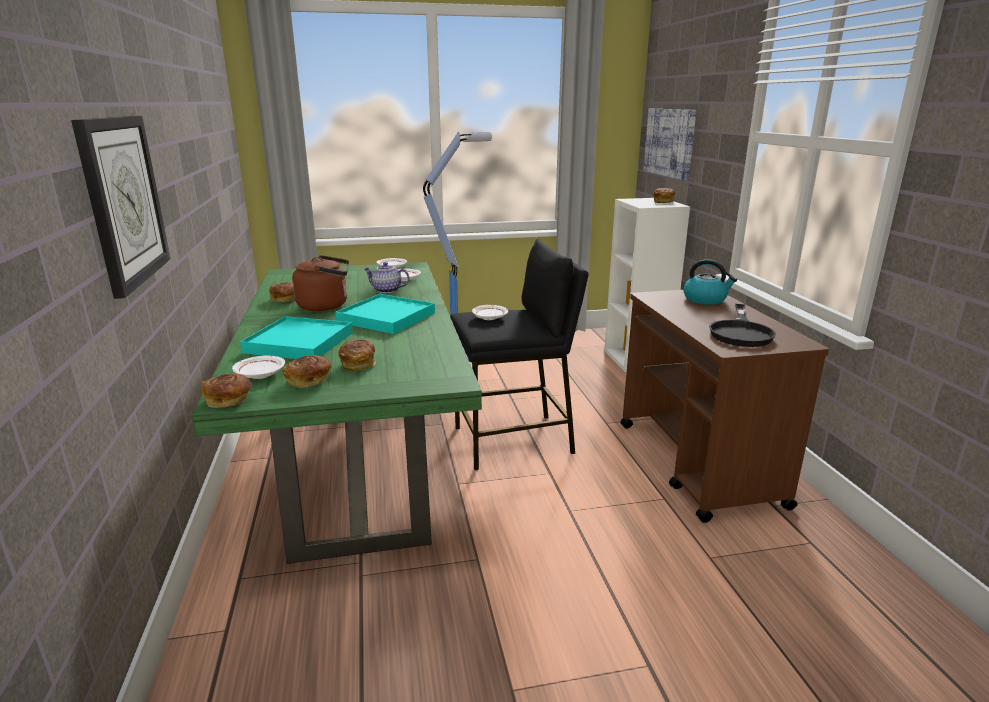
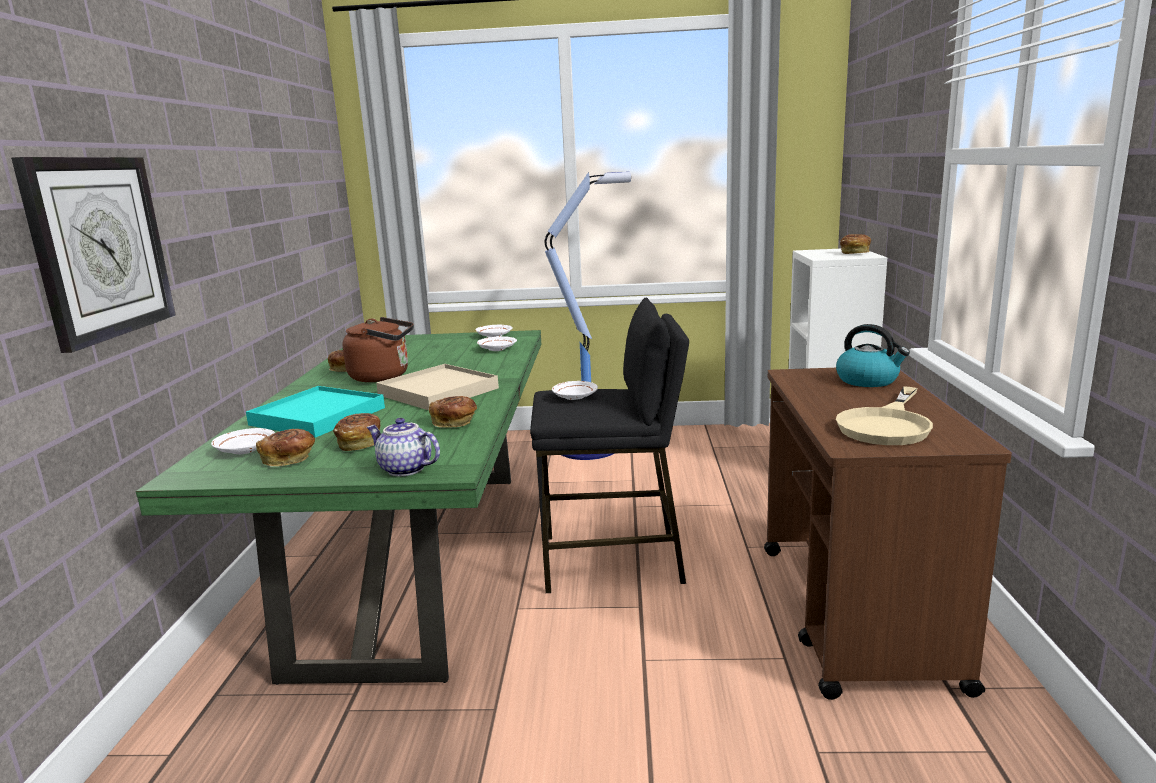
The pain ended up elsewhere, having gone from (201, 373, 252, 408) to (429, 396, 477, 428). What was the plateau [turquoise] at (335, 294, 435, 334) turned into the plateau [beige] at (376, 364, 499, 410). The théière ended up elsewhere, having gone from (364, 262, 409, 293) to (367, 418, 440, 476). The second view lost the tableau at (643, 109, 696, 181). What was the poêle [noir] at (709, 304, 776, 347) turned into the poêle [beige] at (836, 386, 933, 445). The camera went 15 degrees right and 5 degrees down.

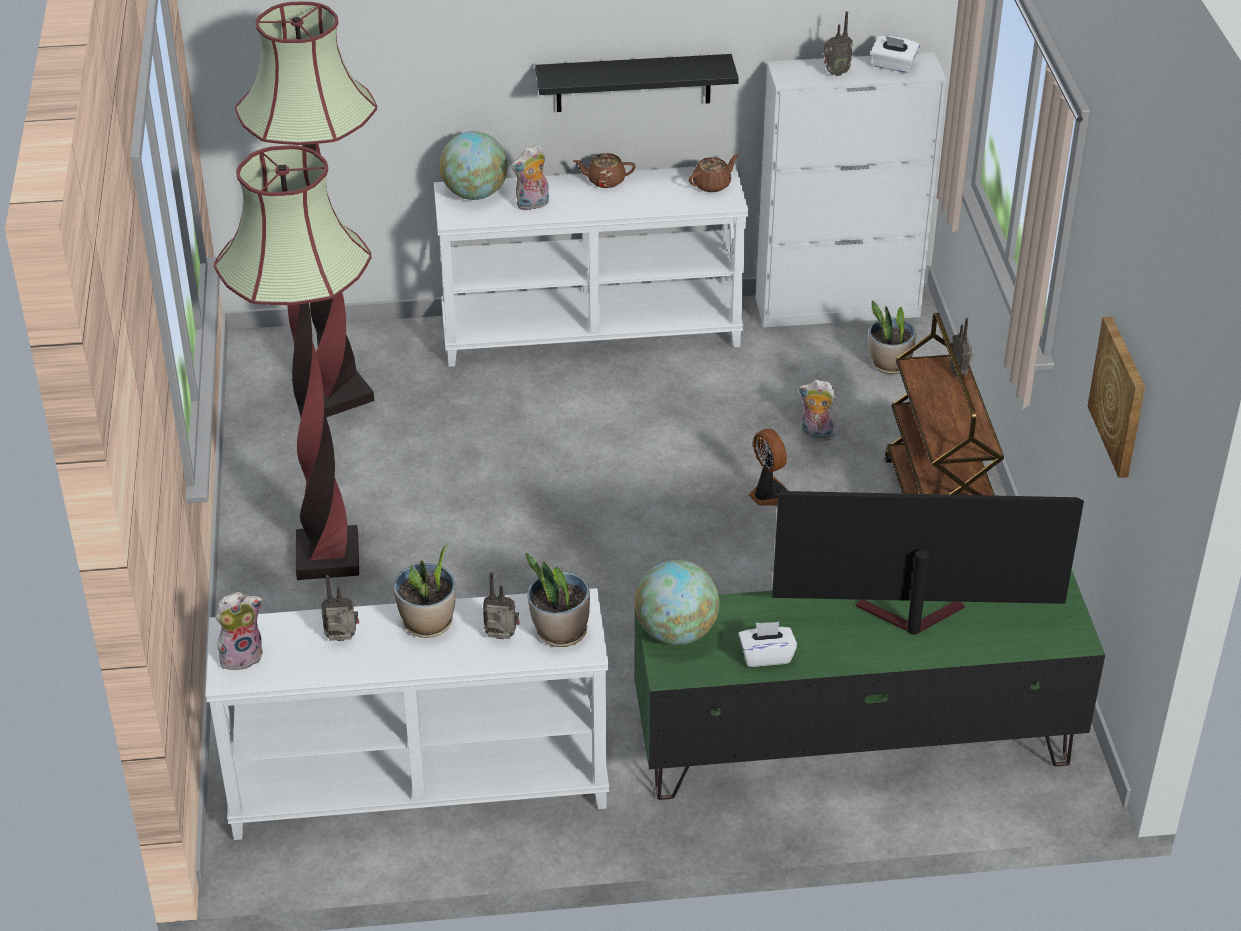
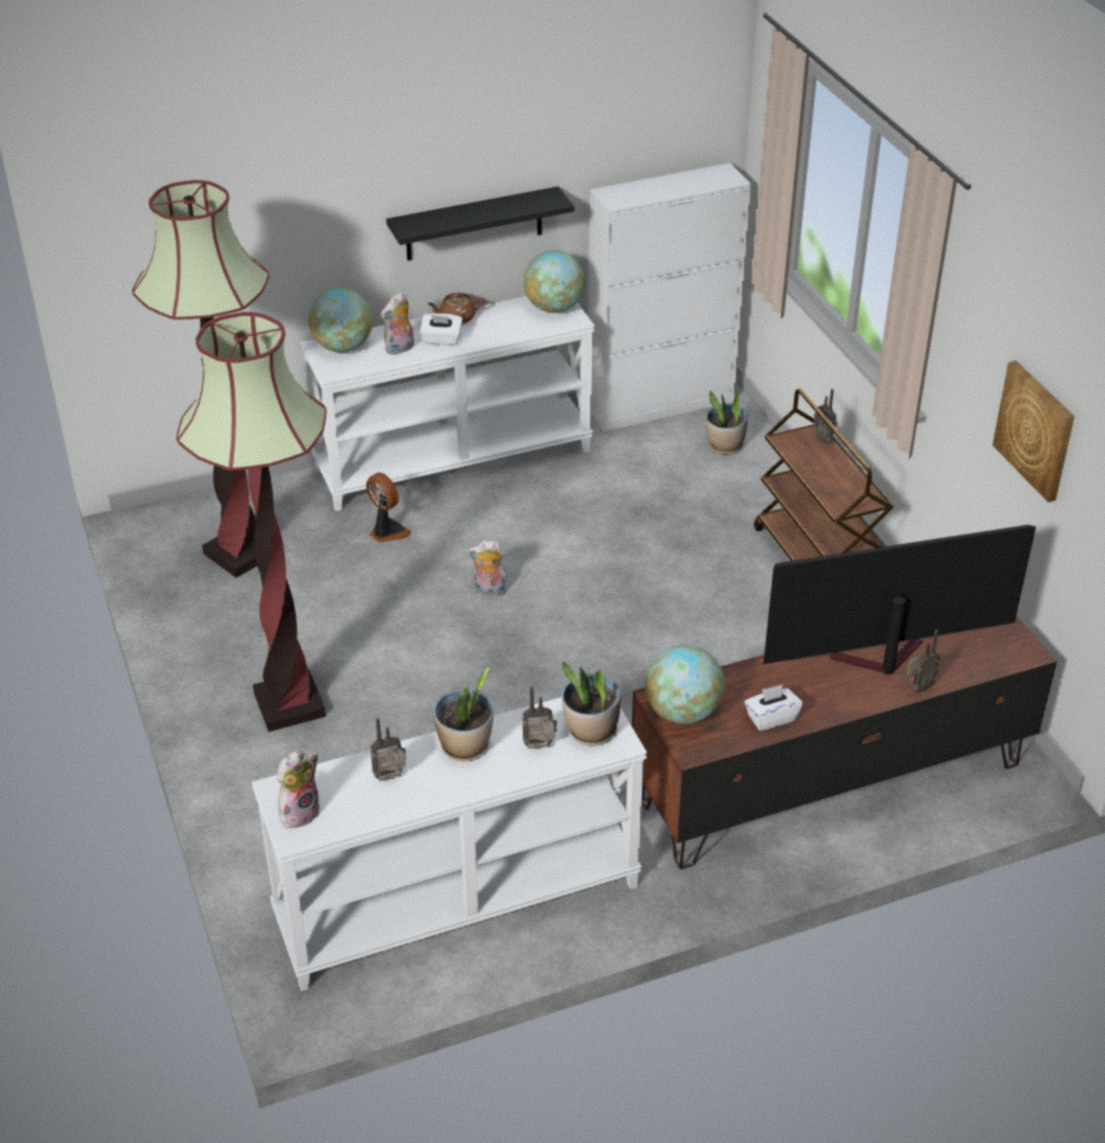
What was the meuble télé [vert] at (634, 570, 1105, 800) turned into the meuble télé [marron] at (632, 616, 1057, 869). Where the théière [marron] stood at (688, 154, 739, 192), the globe came to stand at (523, 250, 585, 313). The ventilateur ended up elsewhere, having gone from (749, 428, 788, 506) to (366, 473, 411, 542). The peluche ended up elsewhere, having gone from (798, 380, 836, 441) to (467, 541, 507, 596). The radio ended up elsewhere, having gone from (823, 11, 853, 76) to (907, 629, 940, 693). The boîte à mouchoirs [blanc] ended up elsewhere, having gone from (871, 35, 920, 73) to (420, 313, 463, 345). The camera went 15 degrees left and 0 degrees up.

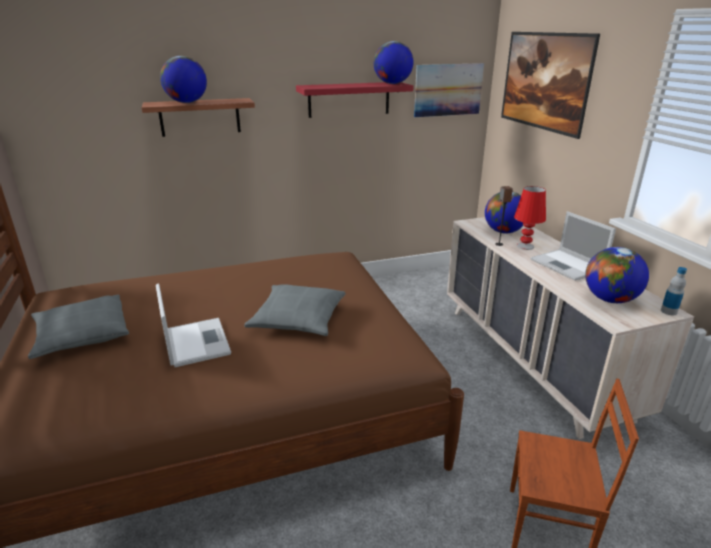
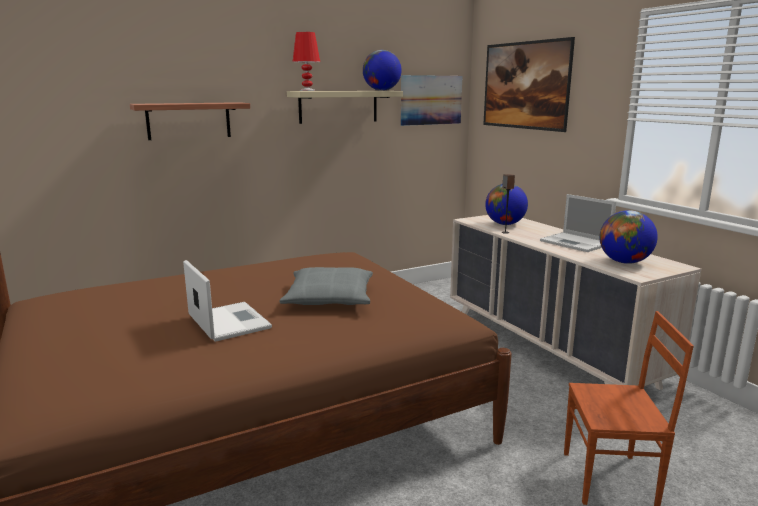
The second view lost the coussin [gris] at (28, 295, 129, 359). The second view lost the globe at (160, 56, 207, 103). What was the étagère [rouge] at (296, 82, 414, 118) turned into the étagère [beige] at (287, 91, 403, 124). The lampe de table [rouge] ended up elsewhere, having gone from (514, 186, 546, 250) to (293, 32, 320, 91). The second view lost the bouteille at (661, 267, 687, 315). The camera went 10 degrees left and 10 degrees down.

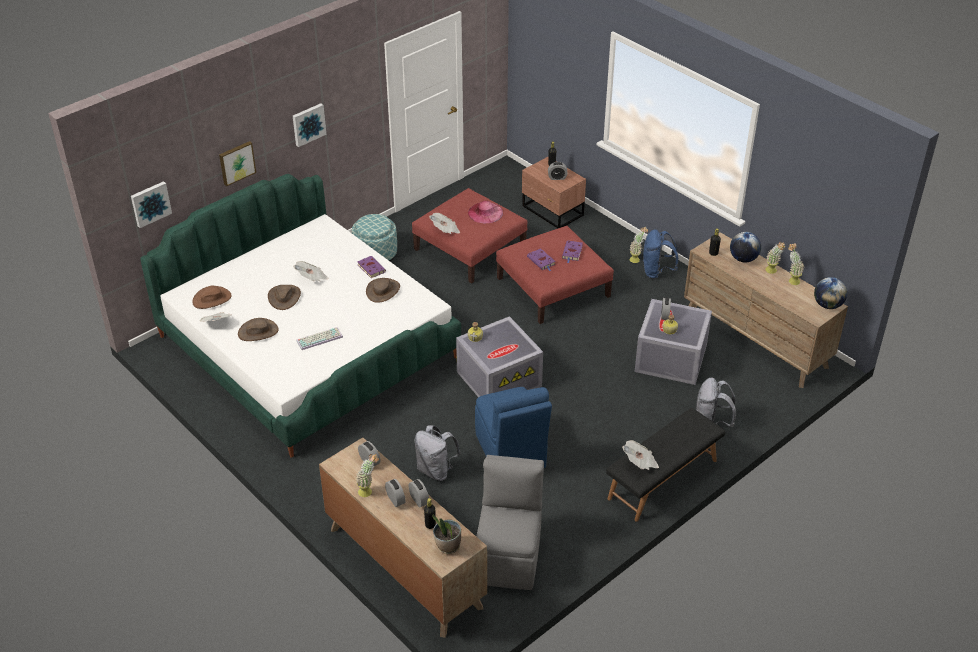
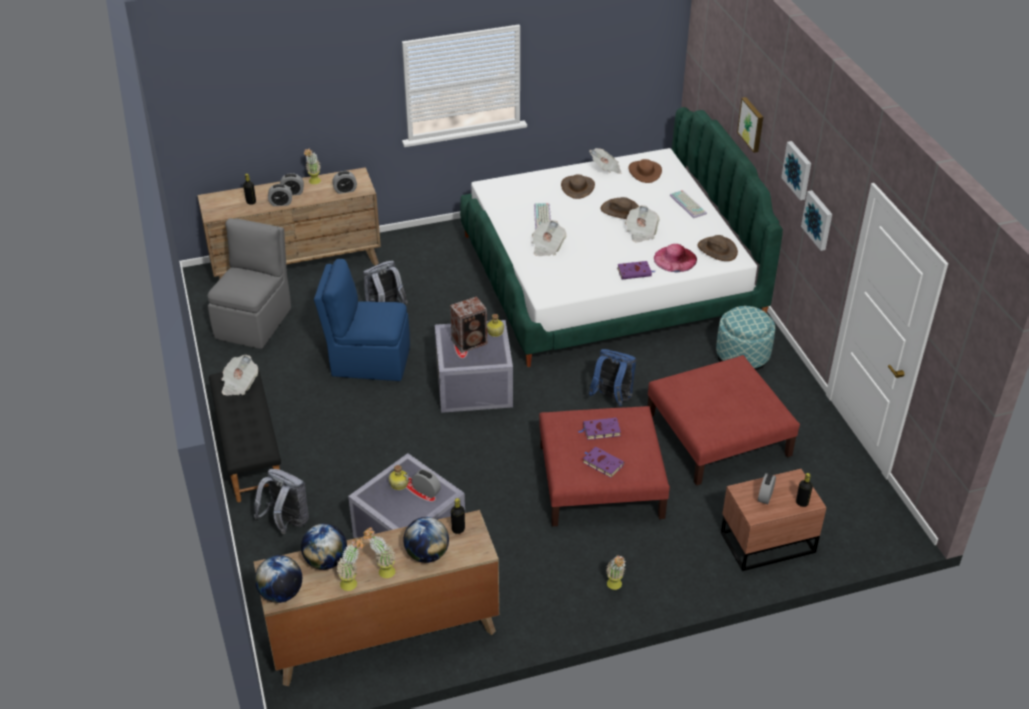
The tableau ended up elsewhere, having gone from (131, 181, 172, 228) to (801, 190, 832, 251). The chapeau [marron] ended up elsewhere, having gone from (366, 278, 400, 303) to (697, 235, 738, 261). The journal ended up elsewhere, having gone from (429, 213, 460, 234) to (532, 220, 566, 256). The second view lost the plante en pot at (432, 514, 461, 554). The chapeau [rose] ended up elsewhere, having gone from (468, 201, 503, 224) to (654, 244, 697, 272). The chaise [gris] at (476, 455, 544, 590) ended up facing another way, 105 degrees counterclockwise from before. The sac à dos [bleu] ended up elsewhere, having gone from (643, 229, 678, 279) to (589, 349, 636, 406). The second view gained the globe at (301, 523, 347, 570). The second view gained the enceinte at (450, 296, 487, 353). The second view gained the clavier at (670, 190, 707, 218). The camera went 115 degrees right and 0 degrees up.

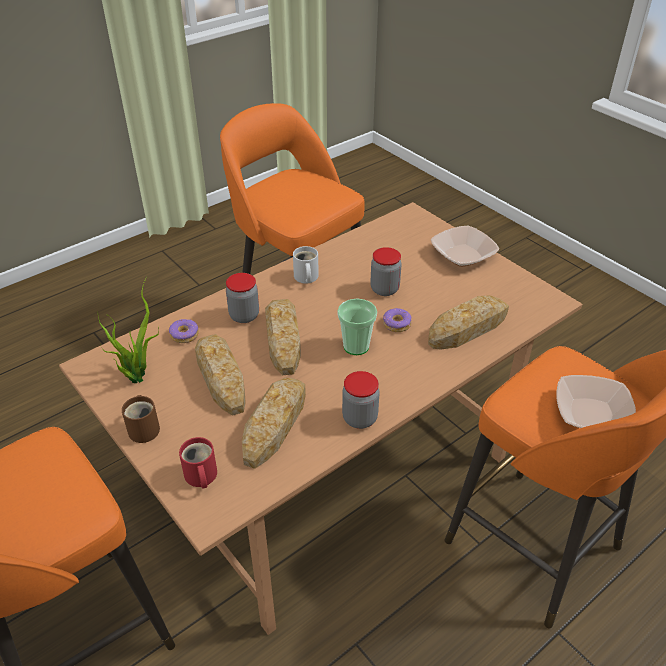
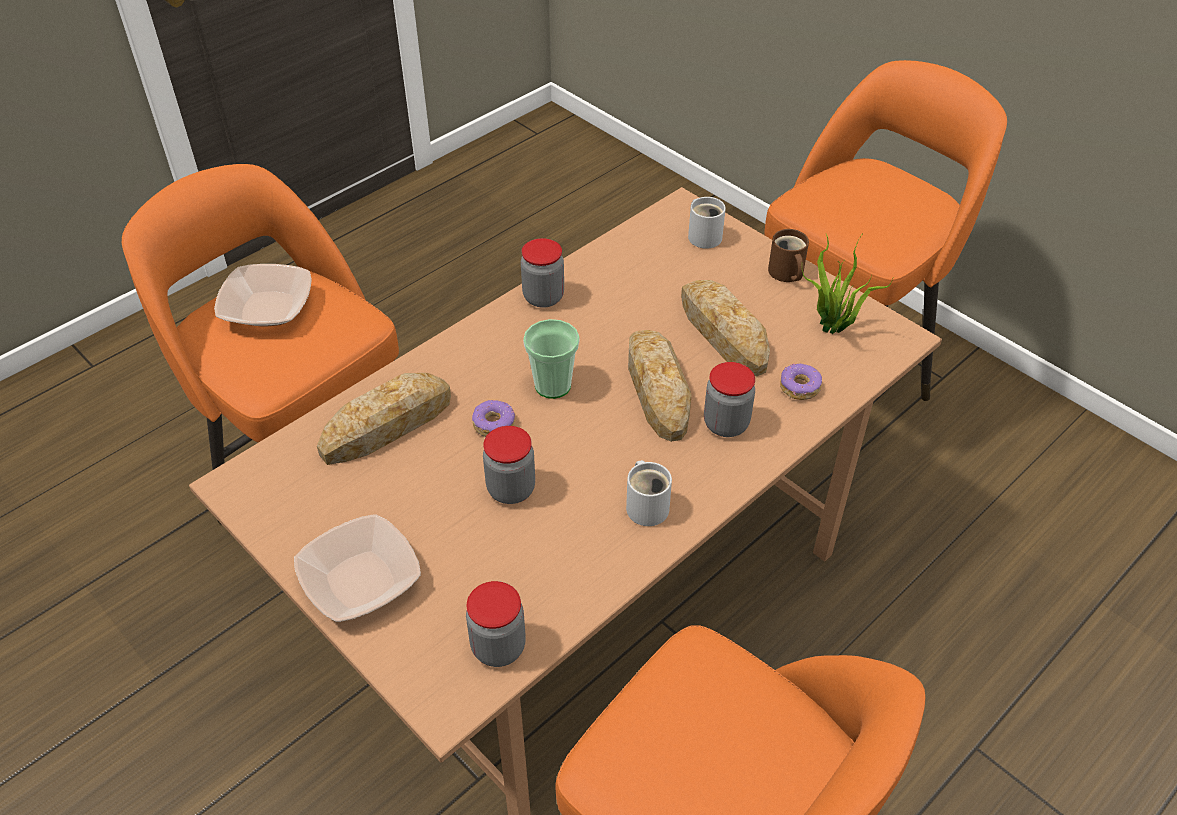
What was the mug [rouge] at (179, 437, 217, 488) turned into the mug [blanc] at (688, 197, 726, 249). The second view lost the pain at (242, 378, 306, 469). The second view gained the bocal at (466, 581, 526, 667). The camera went 175 degrees right and 5 degrees up.

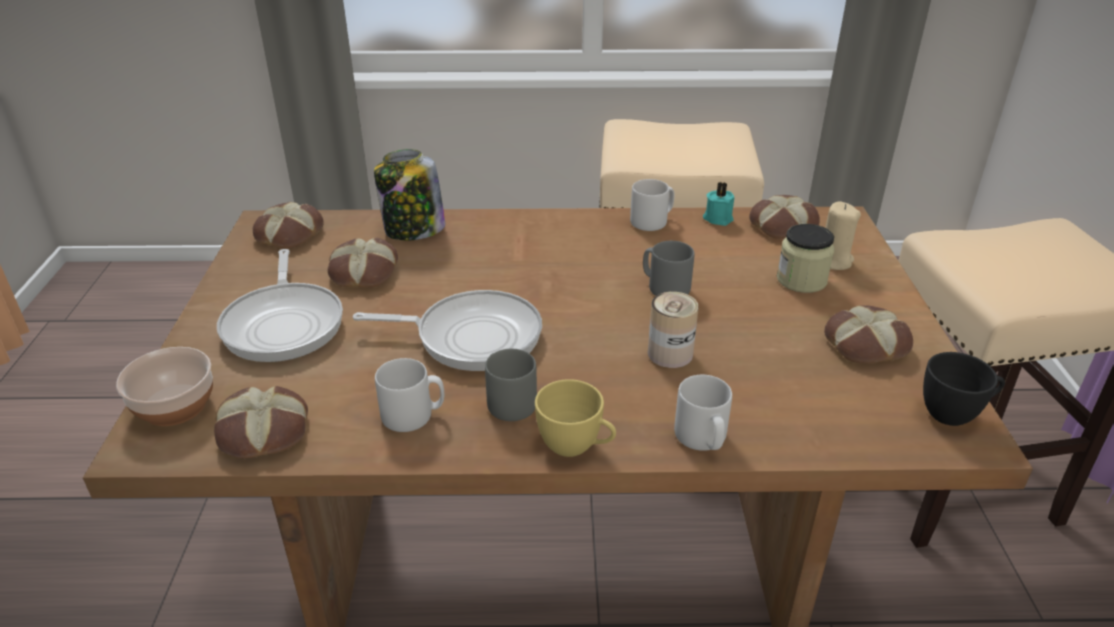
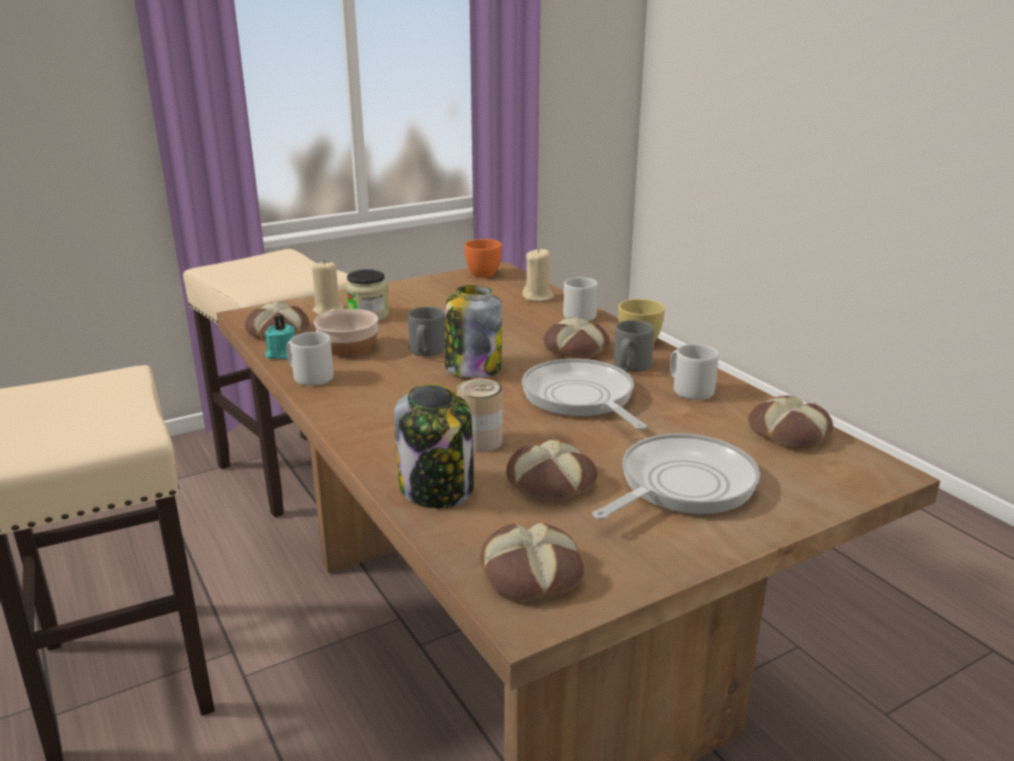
The bol ended up elsewhere, having gone from (116, 347, 213, 426) to (314, 309, 379, 357). The boîte métallique ended up elsewhere, having gone from (648, 292, 699, 368) to (457, 379, 503, 452). The pain ended up elsewhere, having gone from (824, 305, 913, 364) to (543, 318, 610, 359). What was the tasse [noir] at (923, 352, 1005, 426) turned into the tasse [orange] at (464, 239, 502, 278). The second view gained the bocal at (445, 285, 502, 378). The second view gained the bougie [beige] at (522, 248, 554, 301). The camera went 120 degrees left and 10 degrees down.

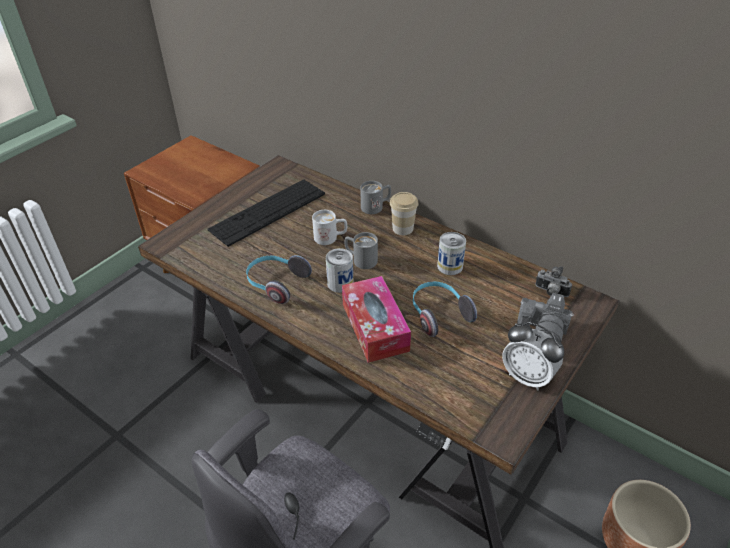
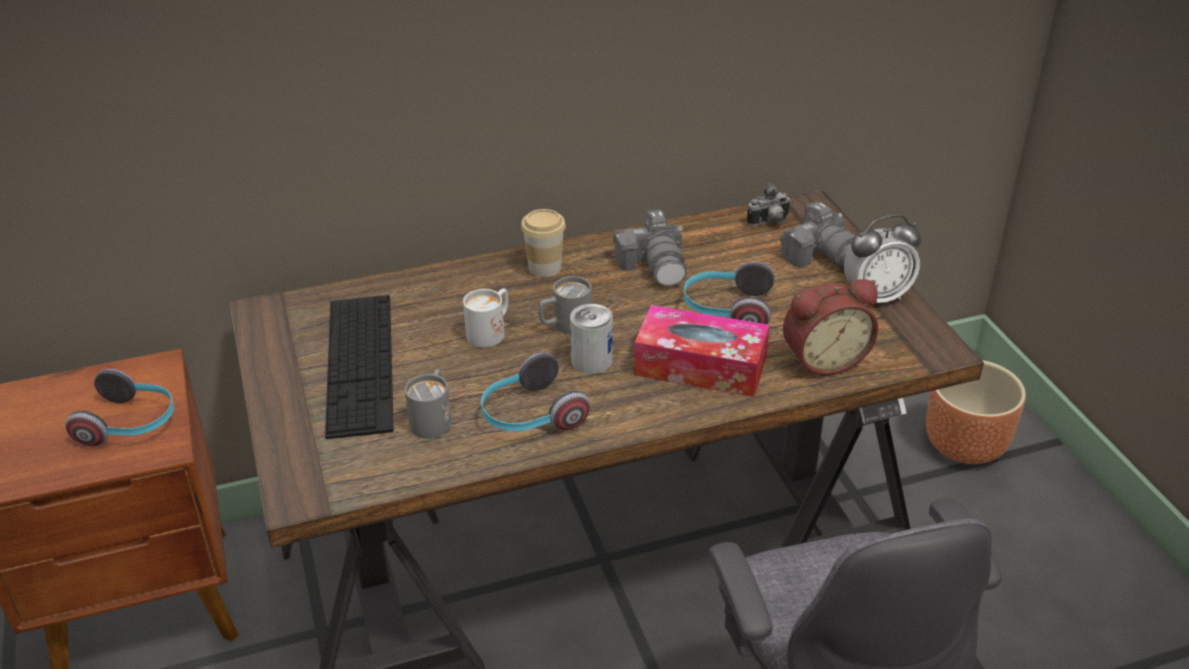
The mug [gris] ended up elsewhere, having gone from (360, 181, 391, 214) to (405, 369, 451, 439). Where the boîte métallique stood at (437, 232, 466, 275), the appareil photo came to stand at (613, 210, 687, 286). The second view gained the casque audio at (65, 369, 174, 446). The second view gained the réveil at (783, 279, 878, 376). The camera went 55 degrees left and 5 degrees down.

